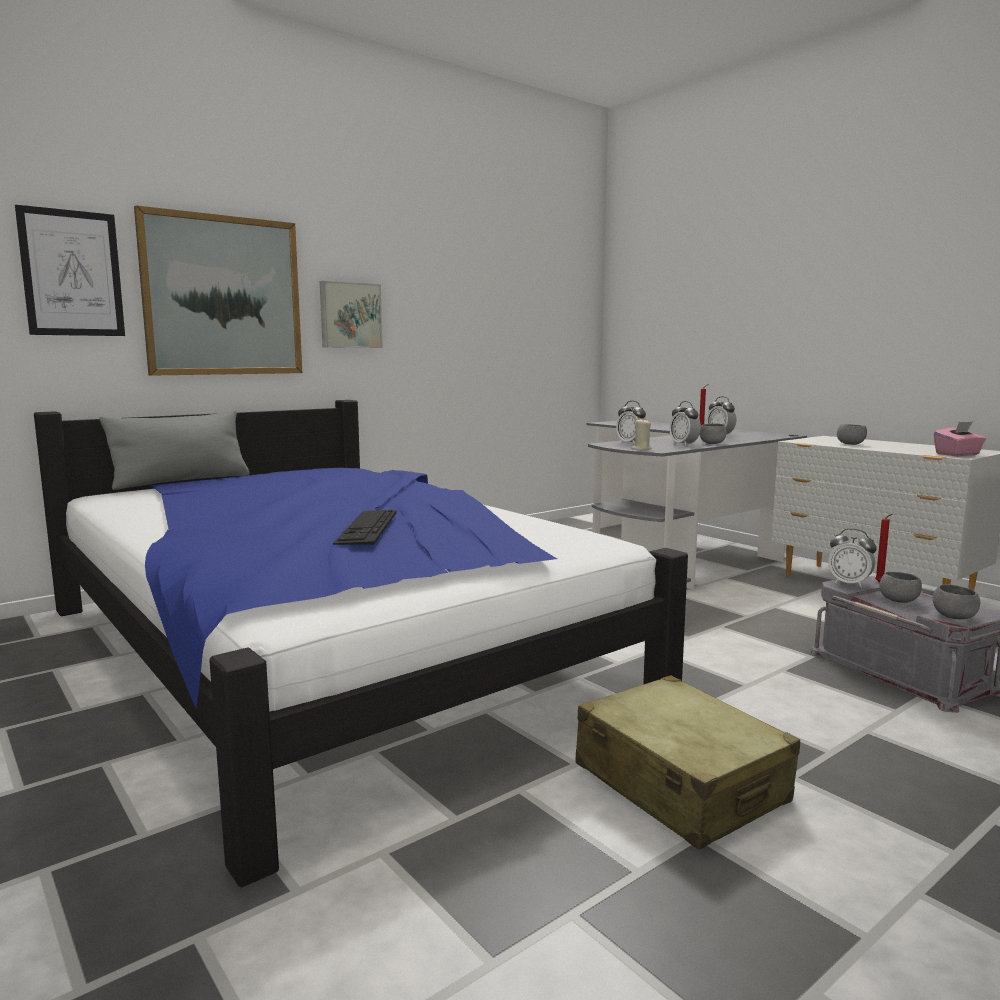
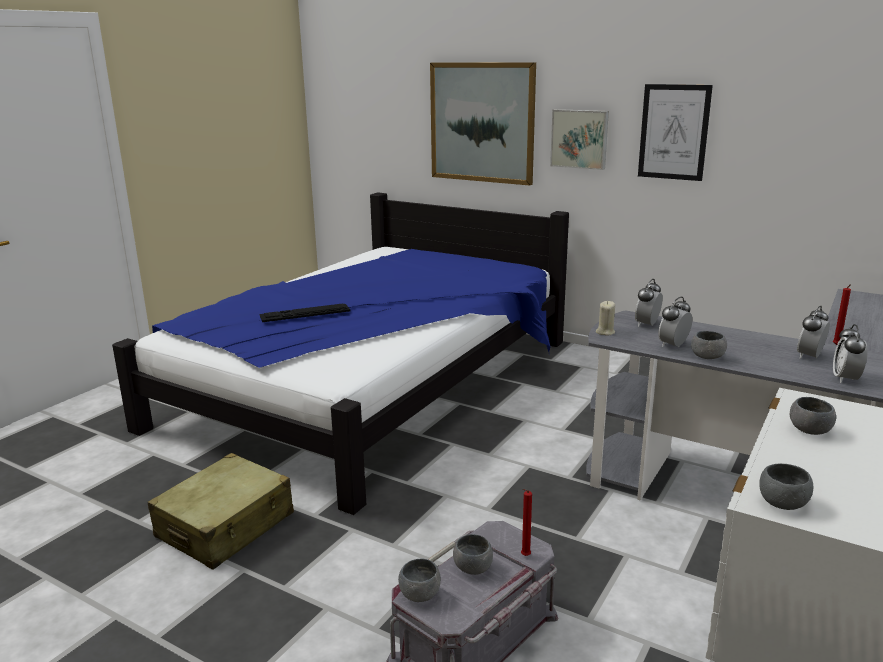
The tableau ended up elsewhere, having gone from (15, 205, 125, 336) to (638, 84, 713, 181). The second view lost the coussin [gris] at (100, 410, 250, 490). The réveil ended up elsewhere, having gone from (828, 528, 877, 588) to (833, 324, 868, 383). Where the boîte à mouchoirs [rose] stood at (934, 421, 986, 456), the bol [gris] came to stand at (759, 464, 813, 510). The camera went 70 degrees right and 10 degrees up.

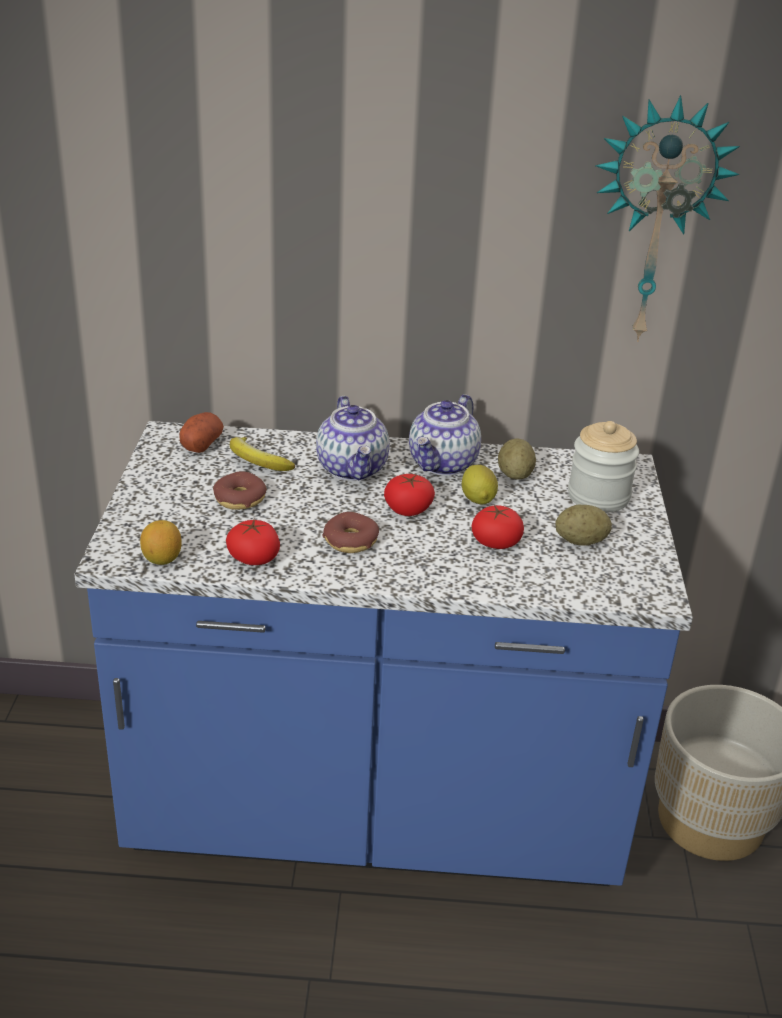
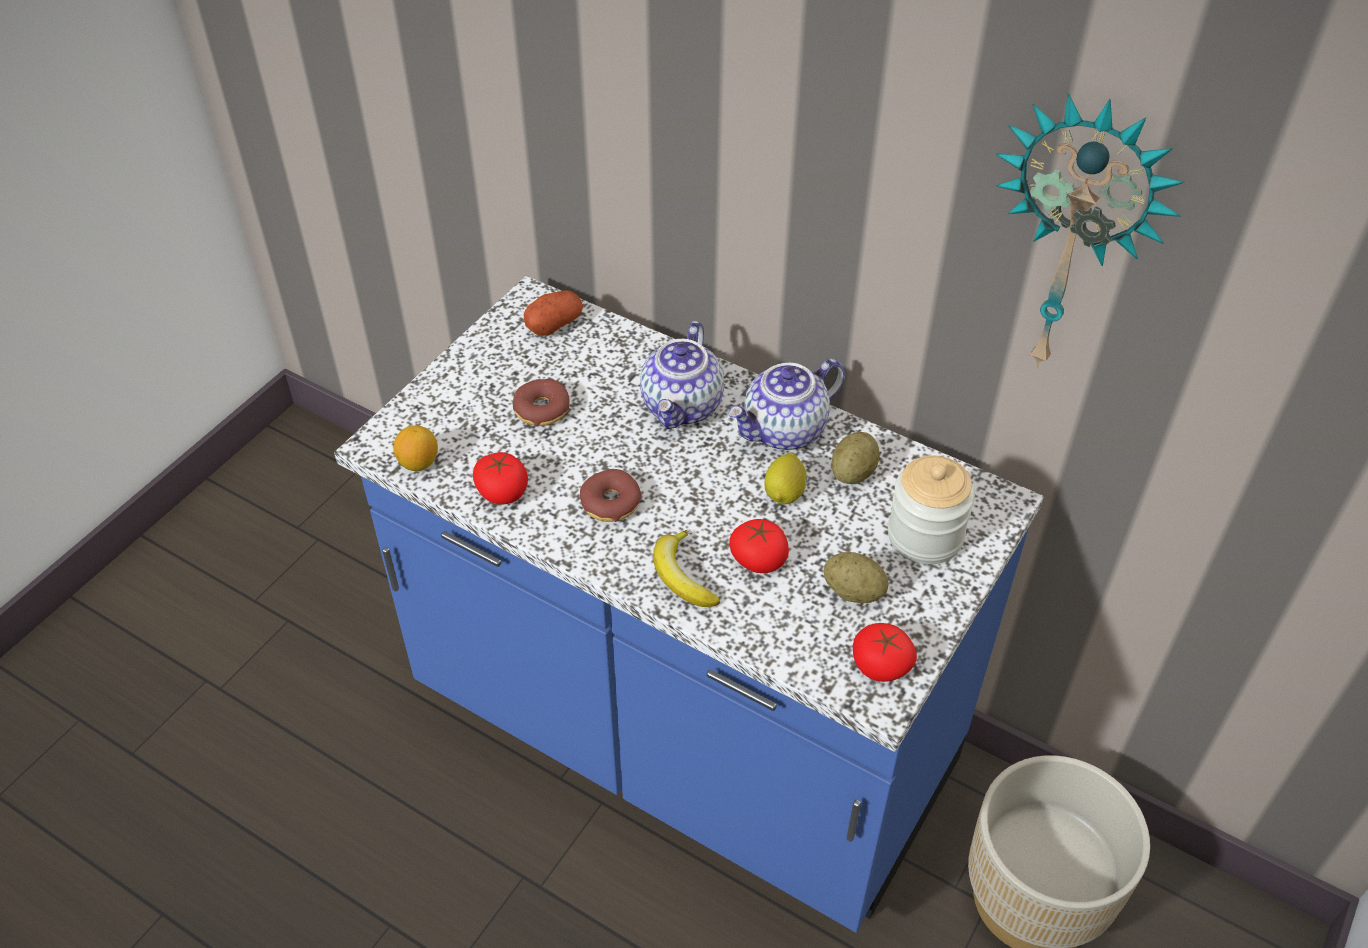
The banane ended up elsewhere, having gone from (230, 437, 295, 471) to (653, 530, 720, 607). The tomate ended up elsewhere, having gone from (384, 474, 435, 516) to (853, 623, 917, 682). The camera went 30 degrees right and 15 degrees up.

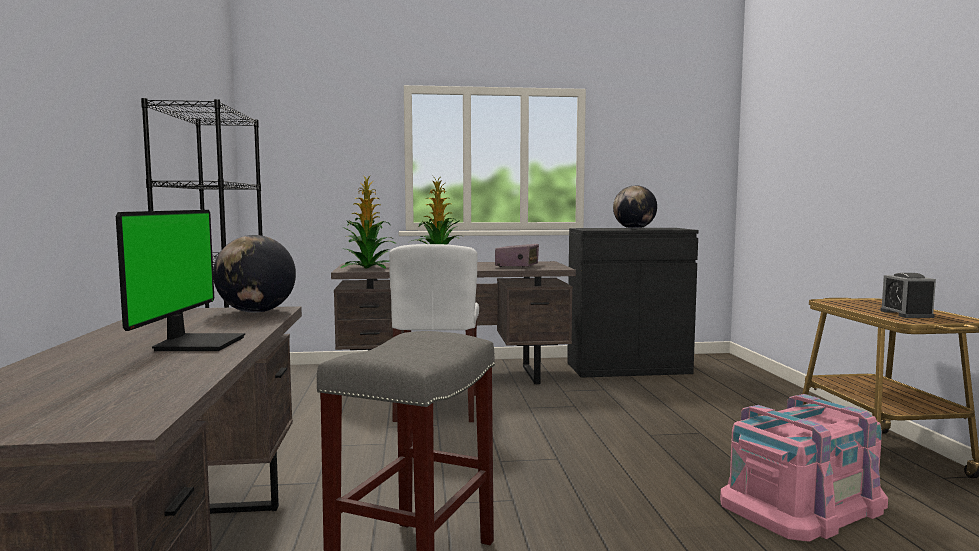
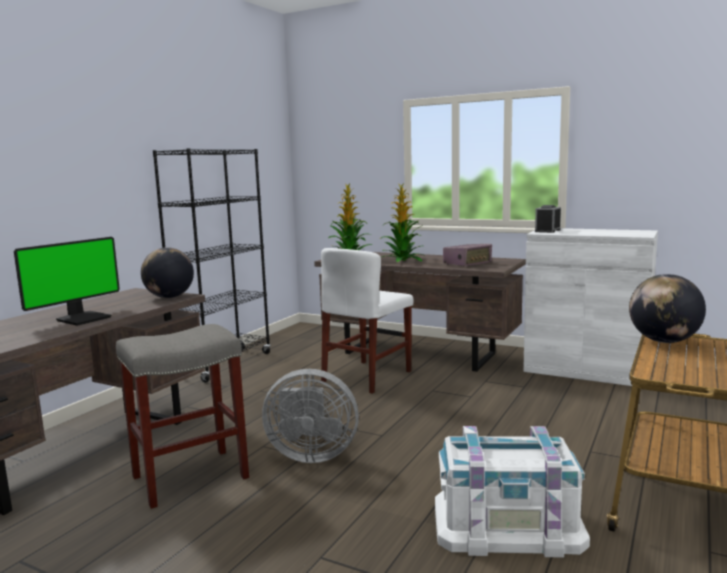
What was the meuble de rangement [noir] at (567, 228, 699, 378) turned into the meuble de rangement [blanc] at (523, 228, 658, 386). The globe ended up elsewhere, having gone from (613, 185, 657, 229) to (629, 274, 706, 343). What was the boîte de rangement [rose] at (720, 394, 888, 542) turned into the boîte de rangement [blanc] at (435, 426, 590, 558). The réveil ended up elsewhere, having gone from (880, 273, 936, 318) to (535, 205, 561, 233). The second view gained the ventilateur [gris] at (262, 369, 359, 463). The camera went 35 degrees right and 5 degrees up.

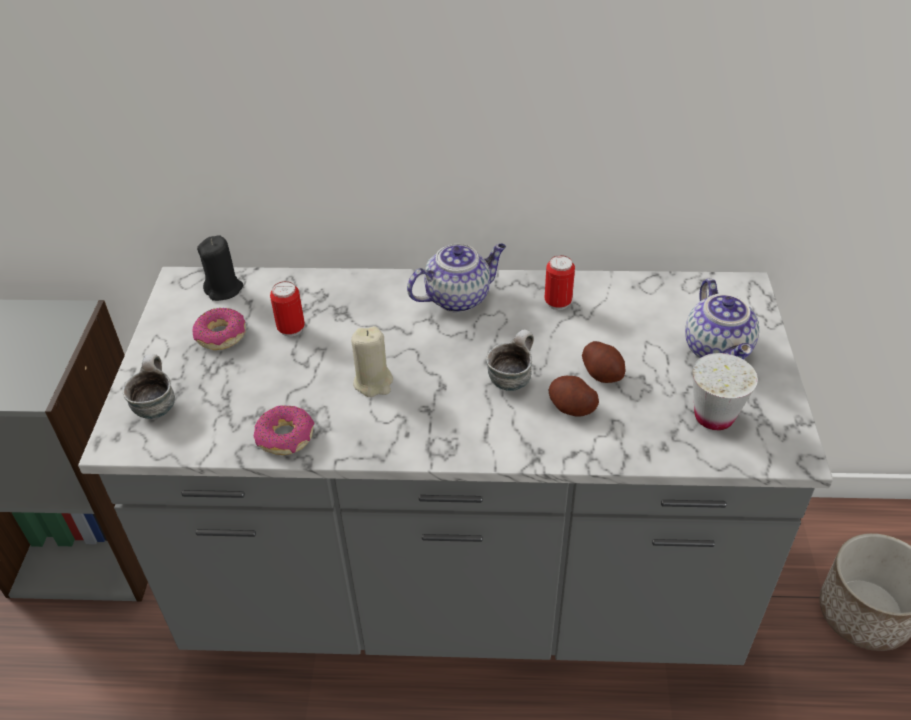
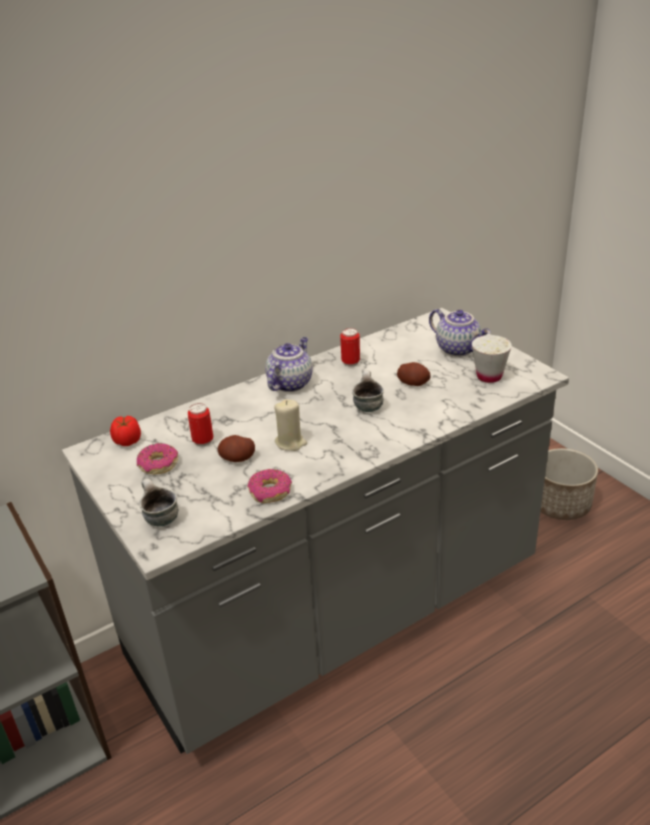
Where the bougie [noir] stood at (197, 235, 244, 301), the tomate came to stand at (110, 416, 141, 446). The pomme de terre ended up elsewhere, having gone from (549, 376, 599, 417) to (217, 435, 255, 462). The camera went 35 degrees left and 10 degrees down.

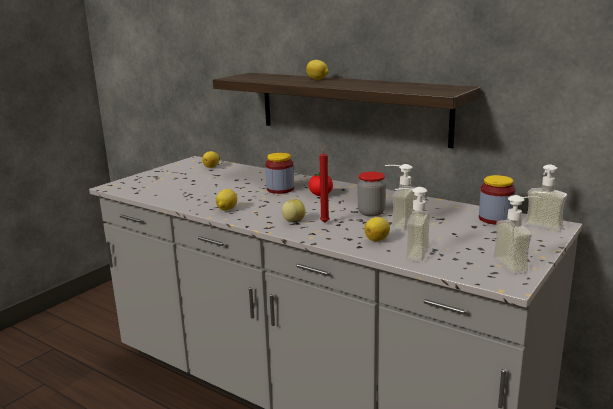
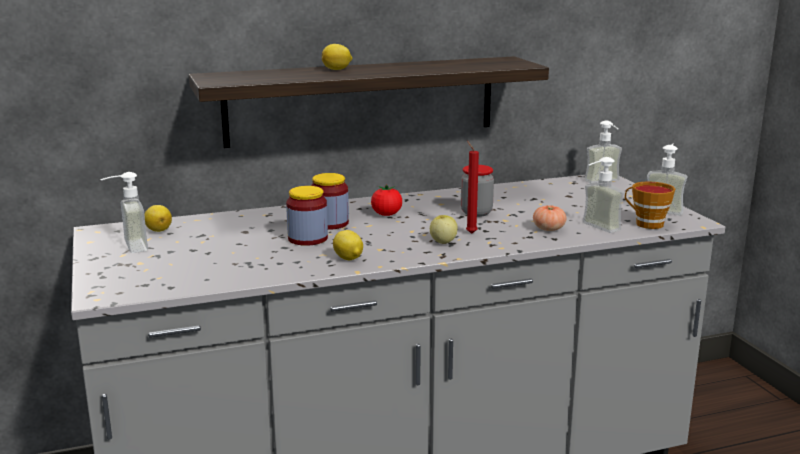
Where the citron stood at (365, 217, 390, 241), the tomate came to stand at (533, 205, 567, 231). The distributeur de savon ended up elsewhere, having gone from (385, 164, 417, 230) to (100, 172, 148, 253). The bocal ended up elsewhere, having gone from (479, 175, 516, 225) to (286, 186, 328, 246). The second view gained the tasse at (625, 181, 675, 229). The camera went 55 degrees left and 0 degrees up.

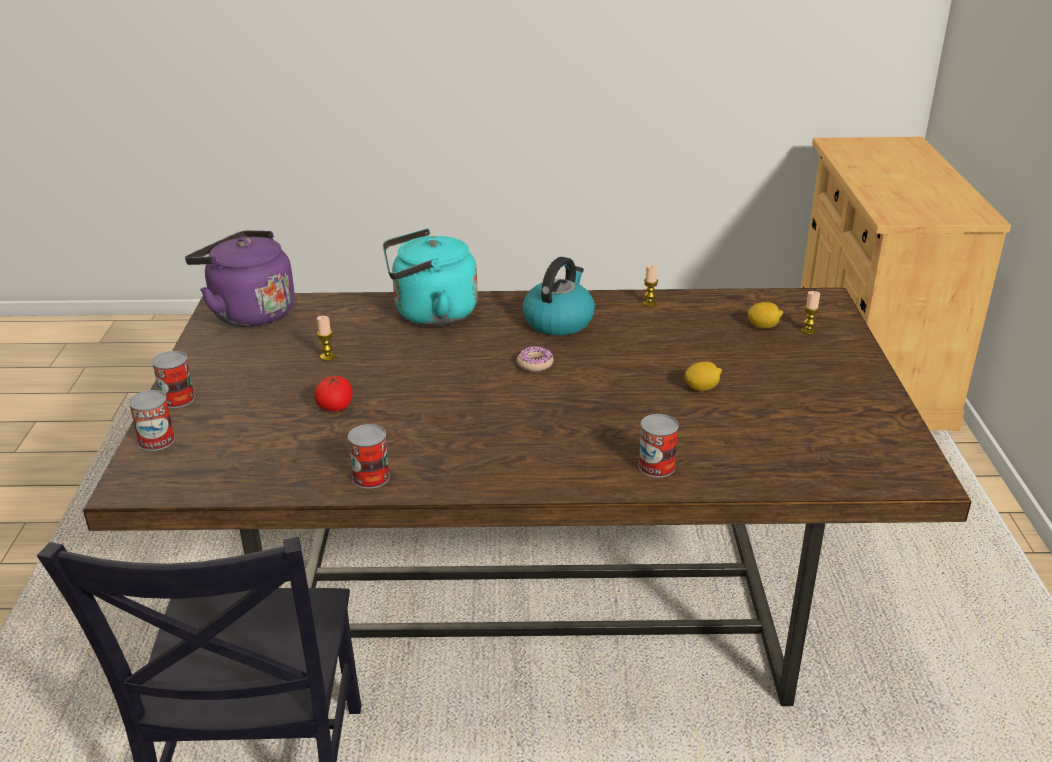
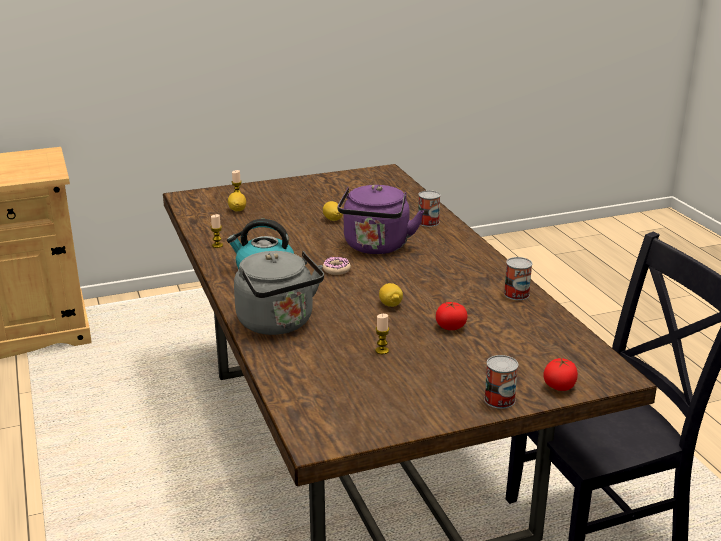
Where the boîte métallique stood at (129, 390, 175, 451), the tomate came to stand at (544, 358, 578, 391). The bouilloire [violet] ended up elsewhere, having gone from (185, 230, 295, 327) to (337, 185, 424, 254). What was the bouilloire [turquoise] at (383, 229, 478, 326) turned into the bouilloire [gris] at (234, 251, 324, 335). The second view gained the citron at (379, 283, 403, 307). The camera went 110 degrees left and 5 degrees down.

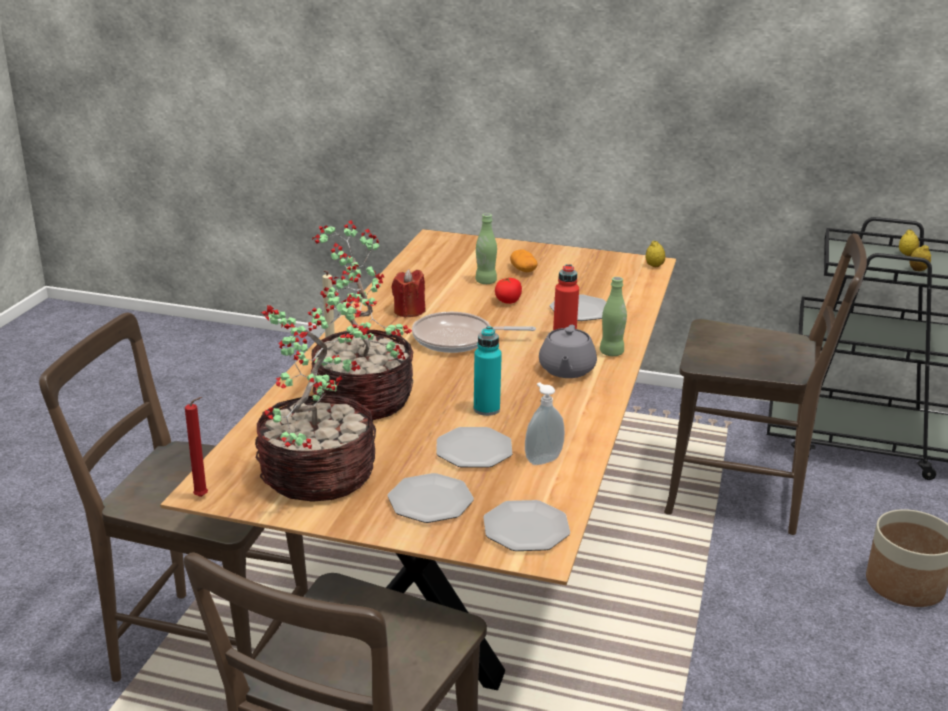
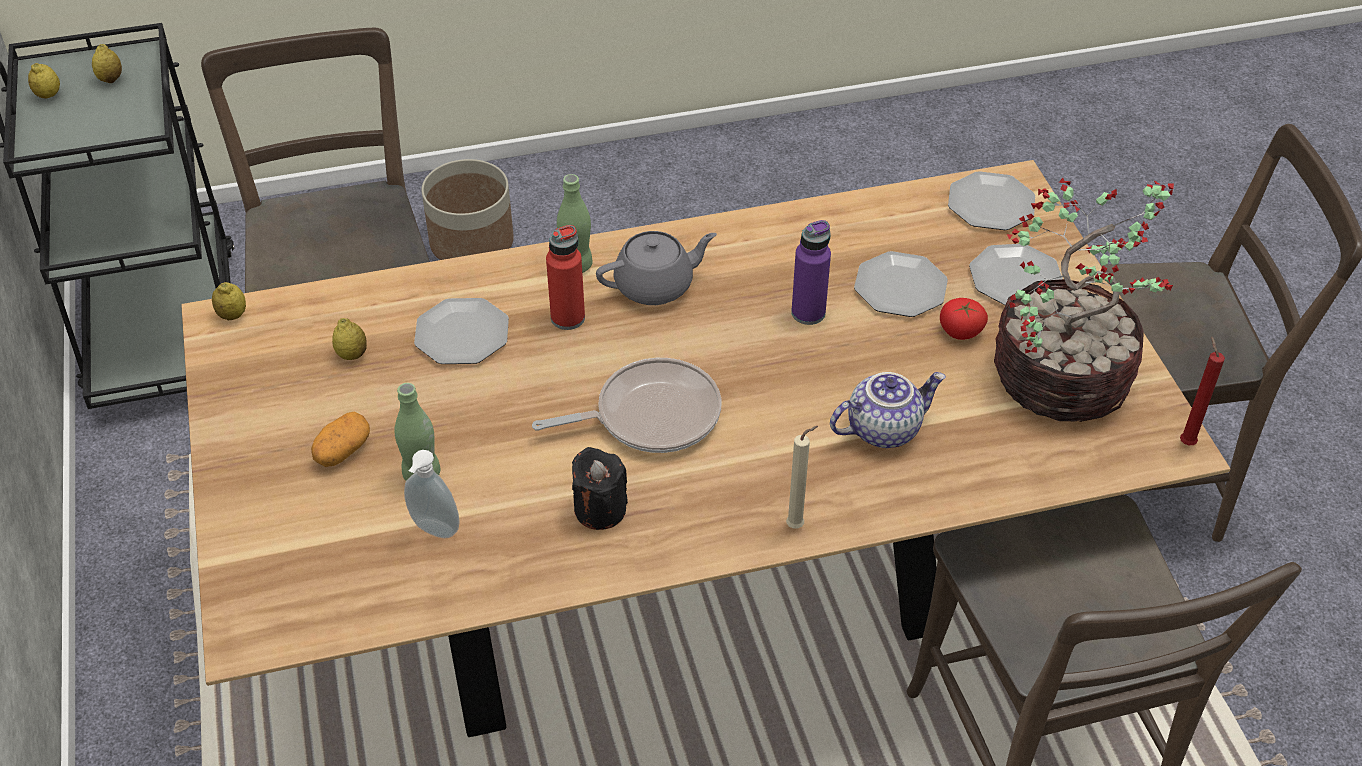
Where the plante en pot stood at (308, 220, 413, 420), the théière came to stand at (830, 372, 946, 448). What was the bougie [rouge] at (392, 269, 426, 318) turned into the bougie [noir] at (572, 447, 628, 530). The poêle at (412, 312, 536, 353) ended up facing another way, 75 degrees counterclockwise from before. What was the bouteille [turquoise] at (474, 326, 502, 416) turned into the bouteille [violet] at (791, 220, 831, 325). The tomate ended up elsewhere, having gone from (495, 277, 522, 304) to (940, 298, 988, 340). The distributeur de savon ended up elsewhere, having gone from (525, 382, 565, 465) to (404, 450, 460, 538). The second view gained the citron at (332, 318, 367, 360). The camera went 120 degrees left and 20 degrees up.

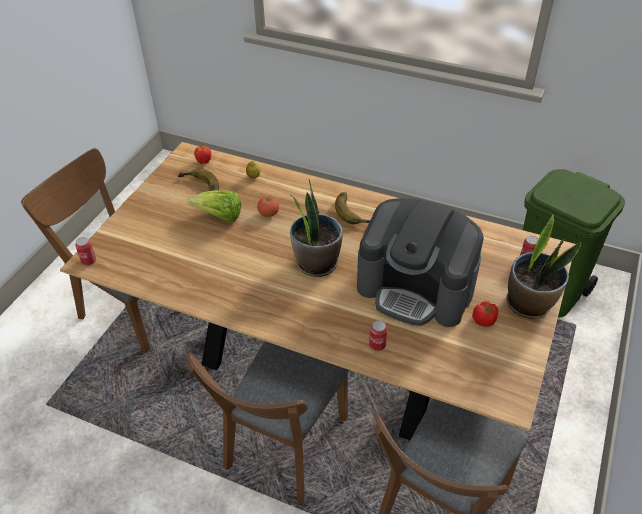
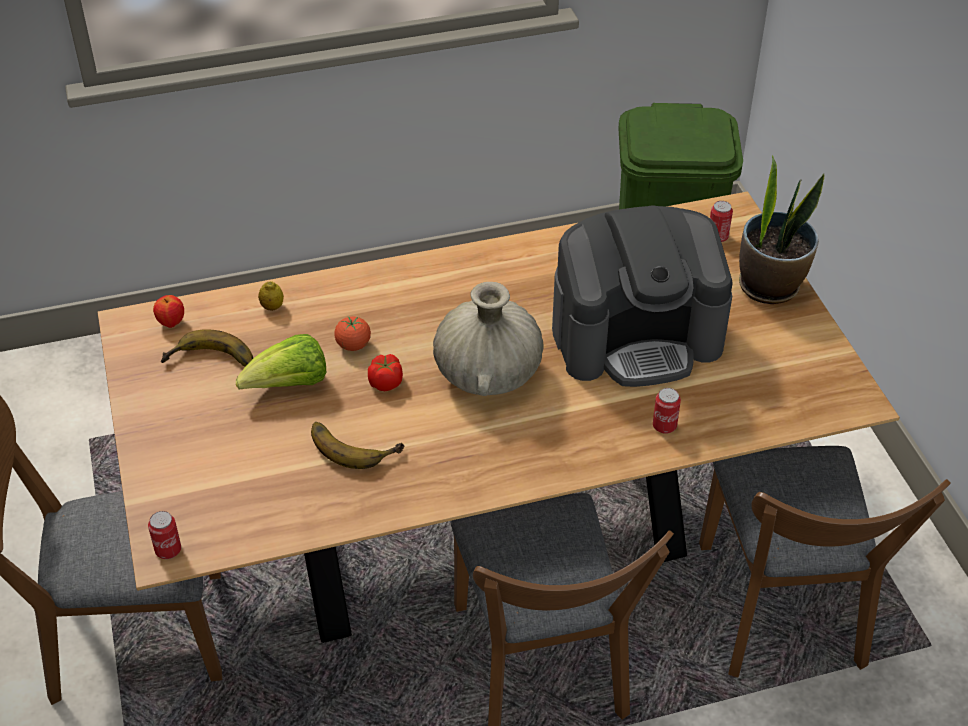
Where the plante en pot stood at (290, 179, 343, 277), the vase [beige] came to stand at (433, 282, 544, 396). The banane ended up elsewhere, having gone from (335, 192, 370, 224) to (311, 422, 404, 469). The tomate ended up elsewhere, having gone from (472, 301, 498, 327) to (368, 354, 403, 391). The camera went 40 degrees left and 0 degrees up.

